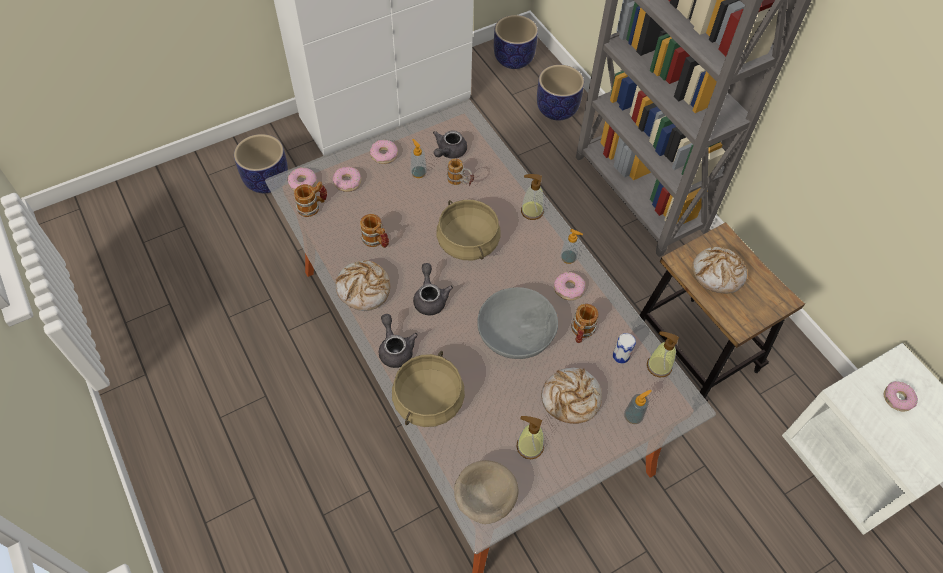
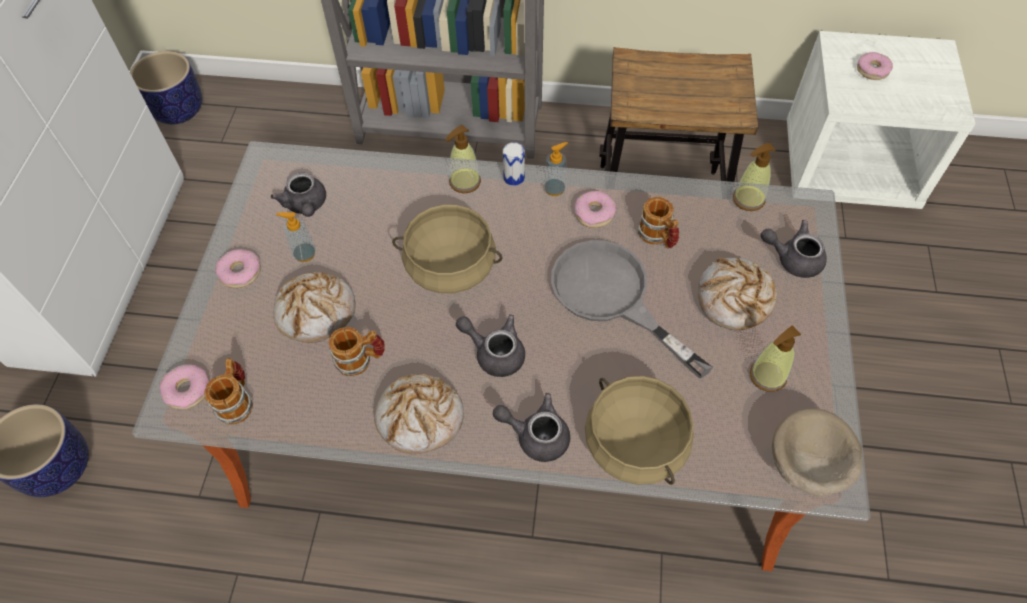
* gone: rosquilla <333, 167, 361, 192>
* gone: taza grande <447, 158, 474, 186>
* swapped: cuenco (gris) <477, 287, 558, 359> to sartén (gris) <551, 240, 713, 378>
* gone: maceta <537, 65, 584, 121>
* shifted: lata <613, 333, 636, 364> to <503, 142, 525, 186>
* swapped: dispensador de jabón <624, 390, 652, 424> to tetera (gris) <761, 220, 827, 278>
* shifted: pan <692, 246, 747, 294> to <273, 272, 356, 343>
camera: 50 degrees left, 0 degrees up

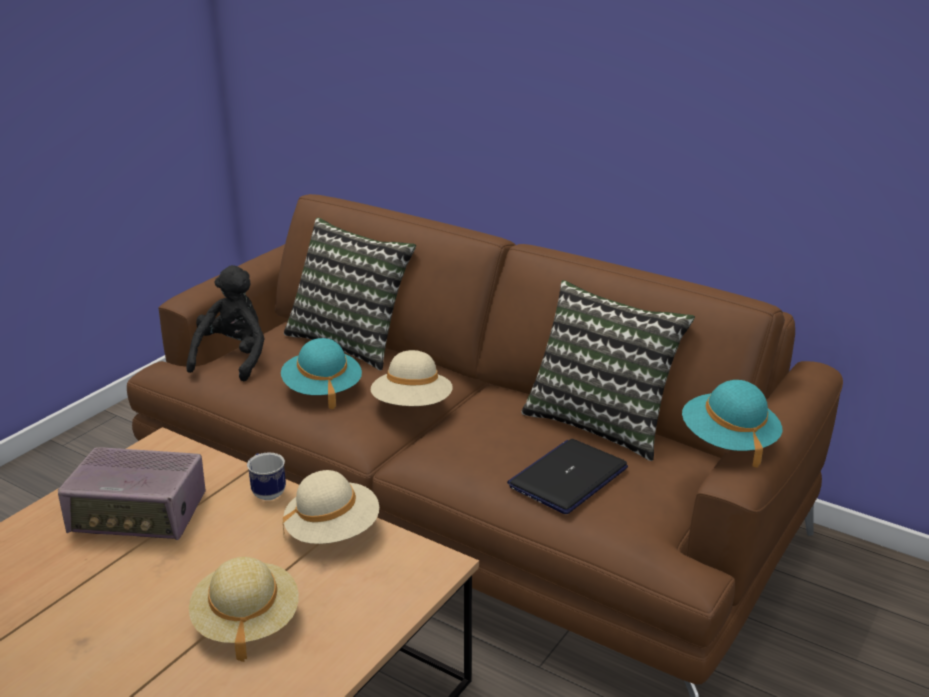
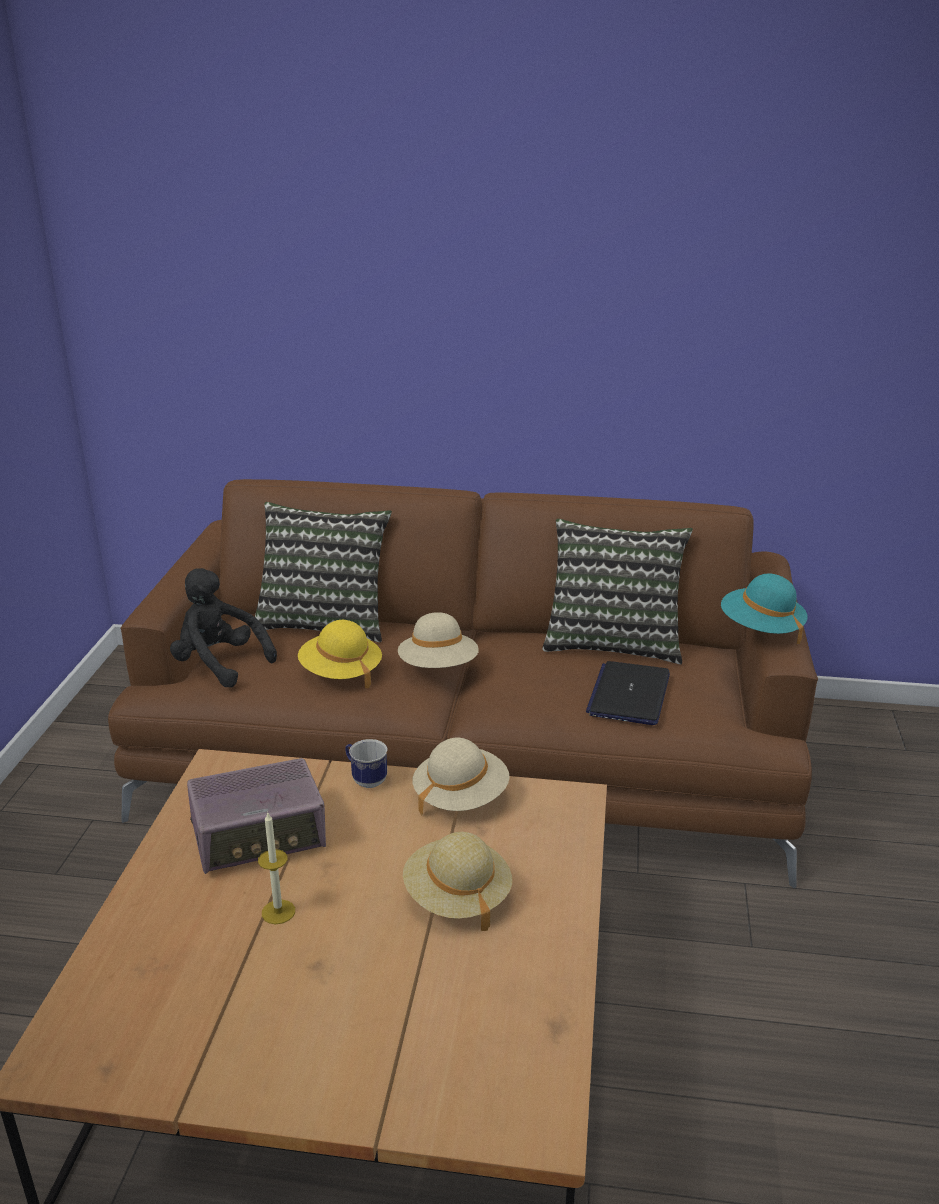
* rotated: peluche (negro) <187, 265, 265, 381> = <170, 568, 277, 688> 45 degrees counterclockwise
* repainted: sombrero (turquesa) <281, 338, 362, 409> to sombrero (amarillo) <298, 620, 382, 688>
* new: vela <258, 813, 295, 924>
camera: 25 degrees left, 0 degrees up

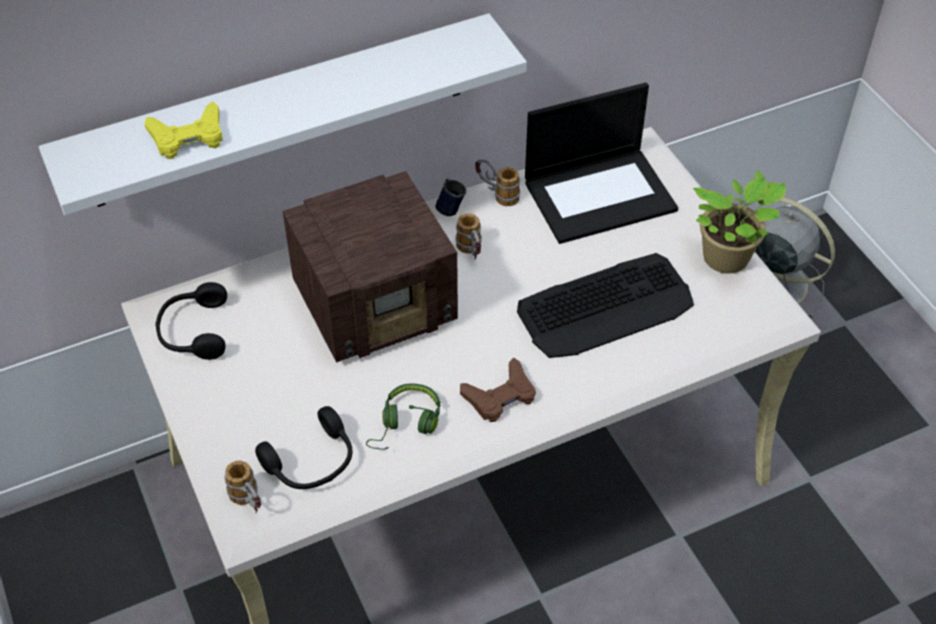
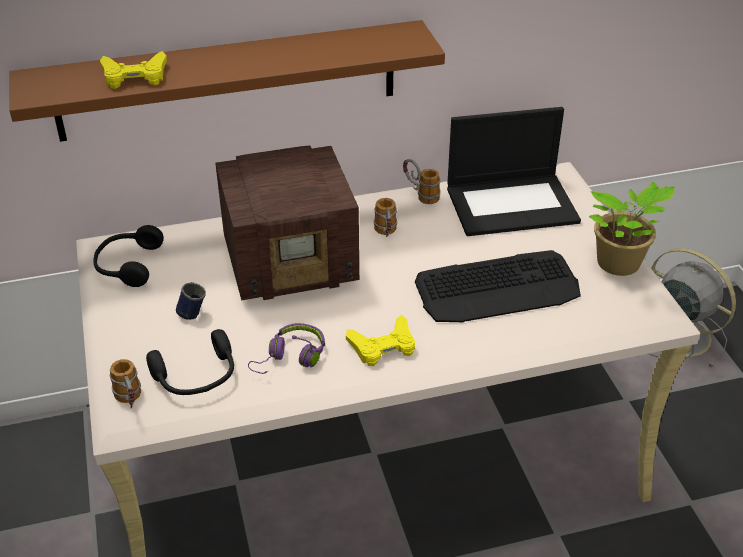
* repainted: estante (blanco) <39, 13, 527, 215> to estante (marrón) <9, 20, 445, 142>
* repainted: auriculares (verde) <366, 383, 440, 450> to auriculares (morado) <248, 323, 325, 374>
* shifted: taza grande (azul) <436, 179, 466, 216> to <176, 282, 206, 320>
* repainted: mando de consola (marrón) <460, 358, 536, 422> to mando de consola (amarillo) <346, 315, 415, 366>
camera: 10 degrees right, 10 degrees down

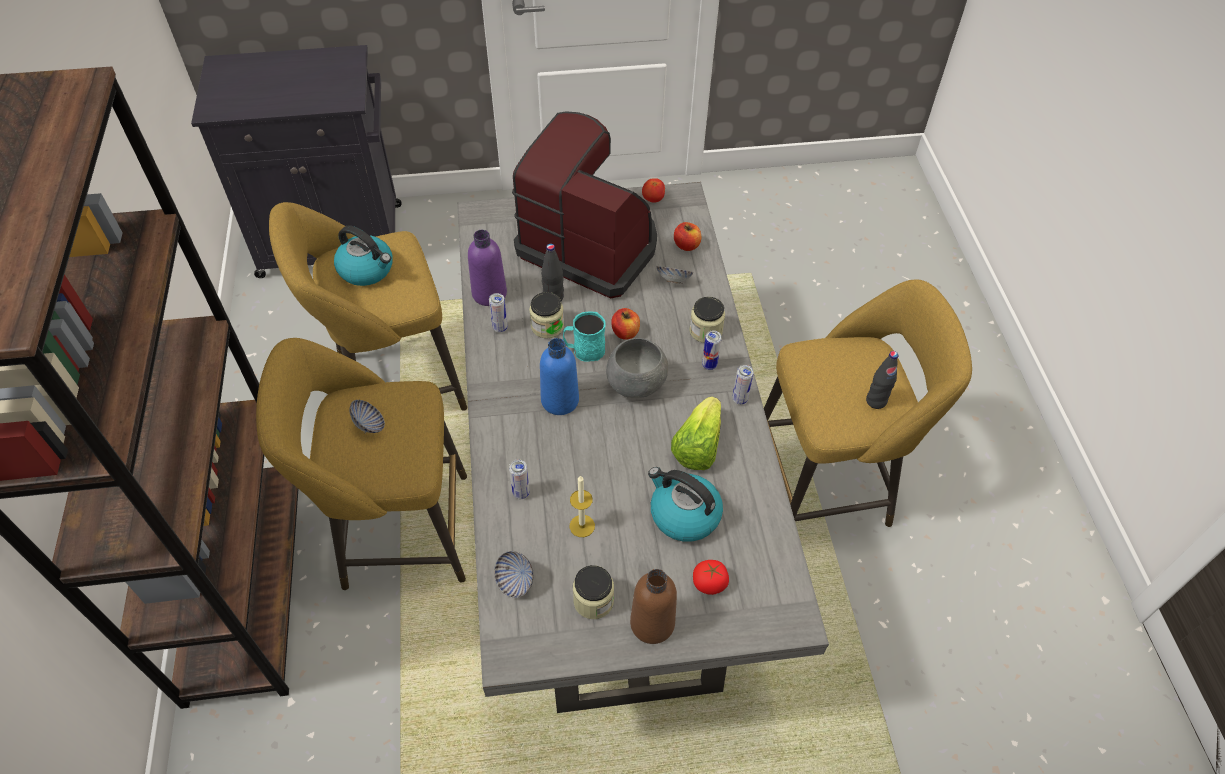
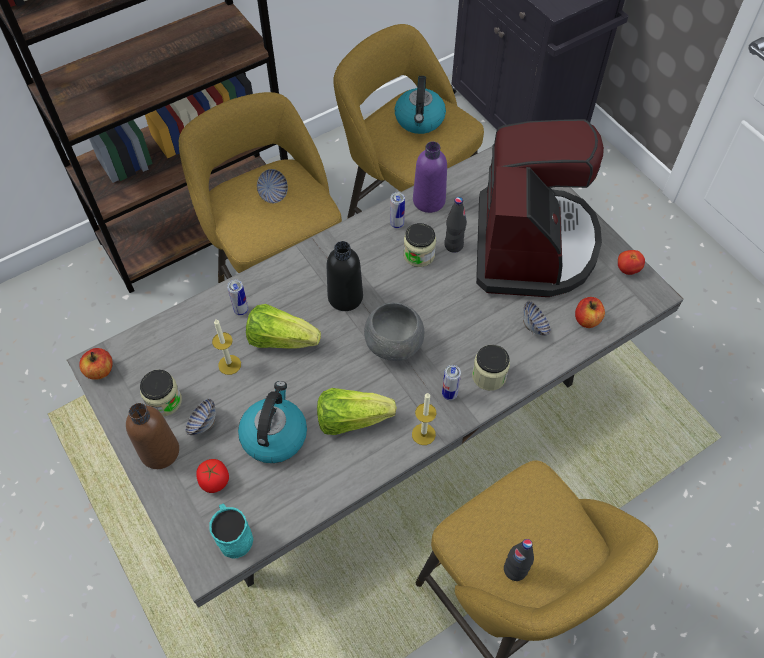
* shifted: cuenco <494, 551, 534, 598> to <185, 398, 216, 435>
* repainted: botella (azul) <540, 338, 579, 415> to botella (negro) <327, 241, 363, 311>
* shifted: taza grande (turquesa) <563, 311, 606, 362> to <209, 504, 253, 559>
* shifted: manzana <611, 308, 640, 340> to <79, 348, 113, 379>
* swapped: lata <732, 365, 754, 405> to vela <412, 393, 436, 445>
* new: lechuga <246, 304, 321, 349>
camera: 65 degrees right, 5 degrees up

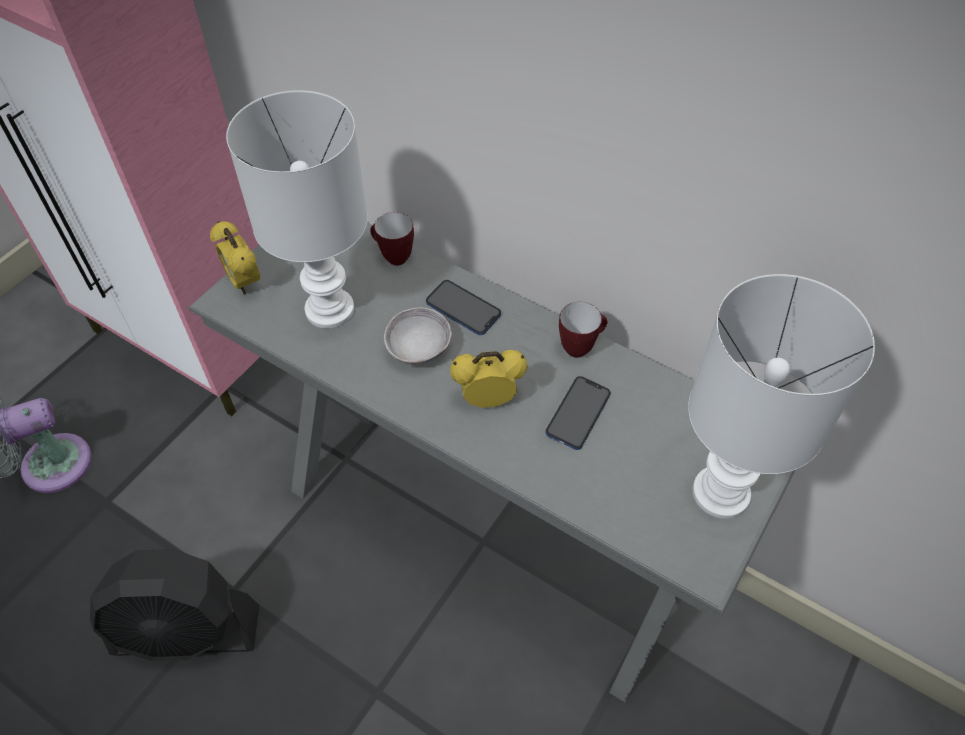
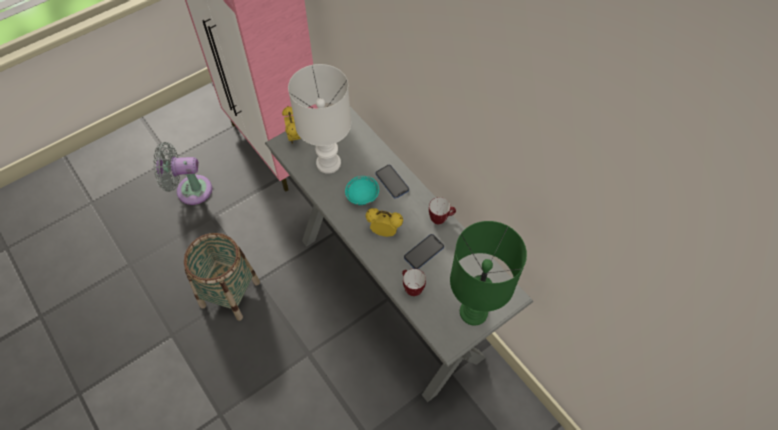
* swapped: ventilador (negro) <89, 549, 259, 661> to cesta <184, 233, 260, 321>
* shifted: taza grande <370, 212, 414, 266> to <402, 269, 426, 296>
* repainted: cuenco (gris) <384, 308, 452, 365> to cuenco (turquesa) <345, 176, 379, 205>
* repainted: lámpara de mesa (blanco) <688, 274, 875, 519> to lámpara de mesa (verde) <450, 221, 527, 326>
camera: 20 degrees right, 5 degrees up

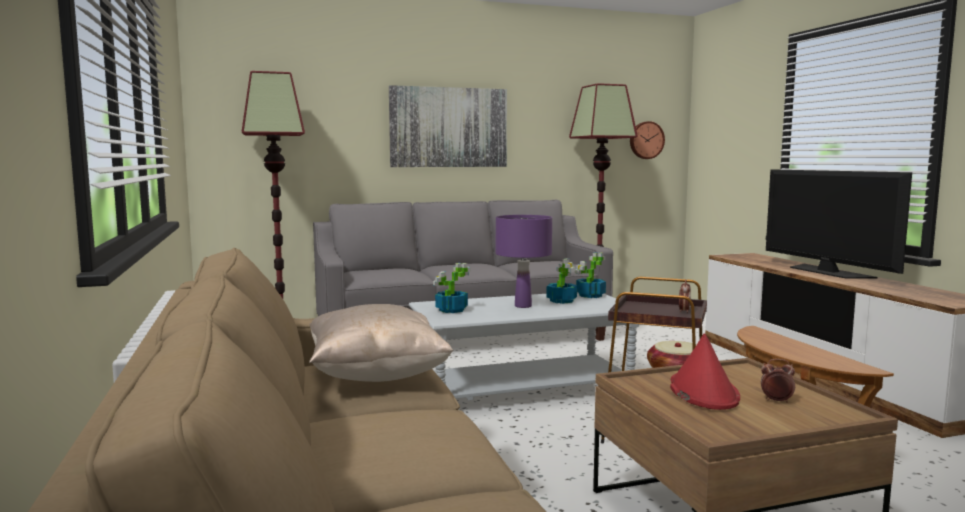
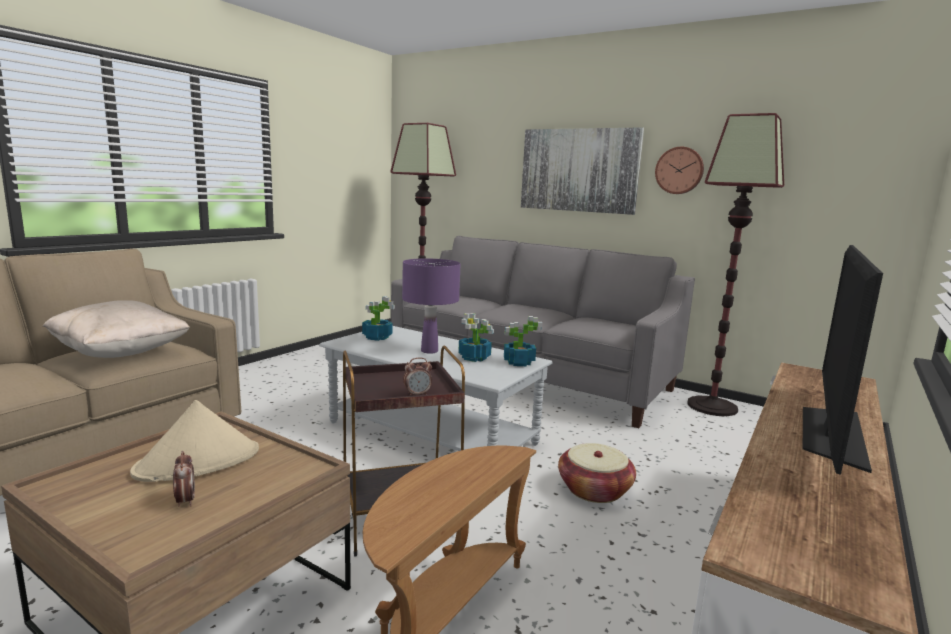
* shifted: reloj de pared <630, 121, 665, 159> to <655, 147, 704, 194>
* repainted: sombrero (rojo) <670, 333, 740, 410> to sombrero (beis) <130, 400, 259, 482>
camera: 50 degrees right, 5 degrees up

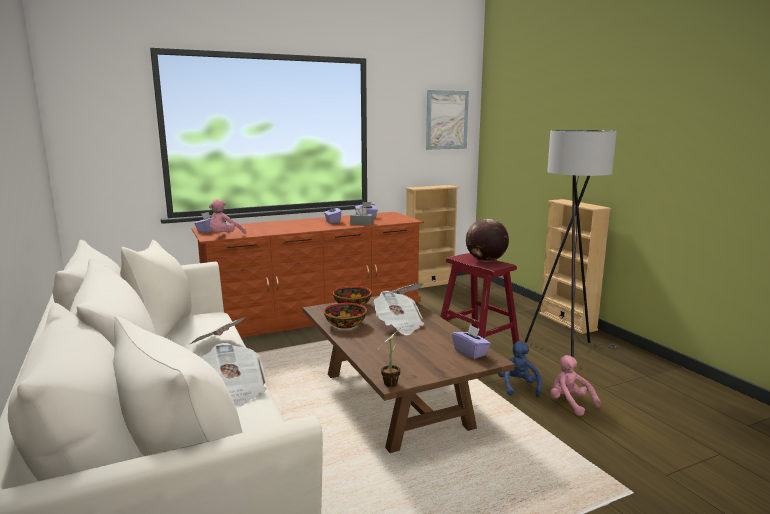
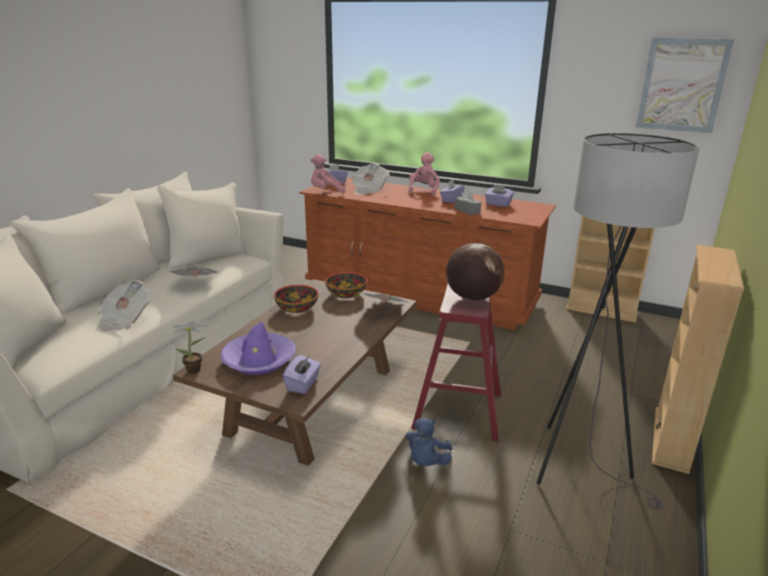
* shifted: periódico <373, 291, 424, 335> to <352, 163, 390, 195>
* rotated: peluche (azul) <498, 341, 542, 397> = <406, 418, 452, 466> 150 degrees clockwise
* shifted: peluche (rosa) <550, 355, 601, 416> to <409, 152, 440, 196>
* new: sombrero (morado) <220, 322, 296, 375>
camera: 50 degrees right, 10 degrees up

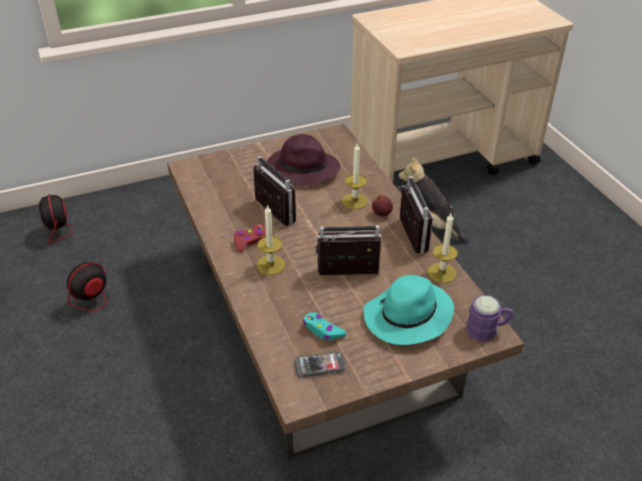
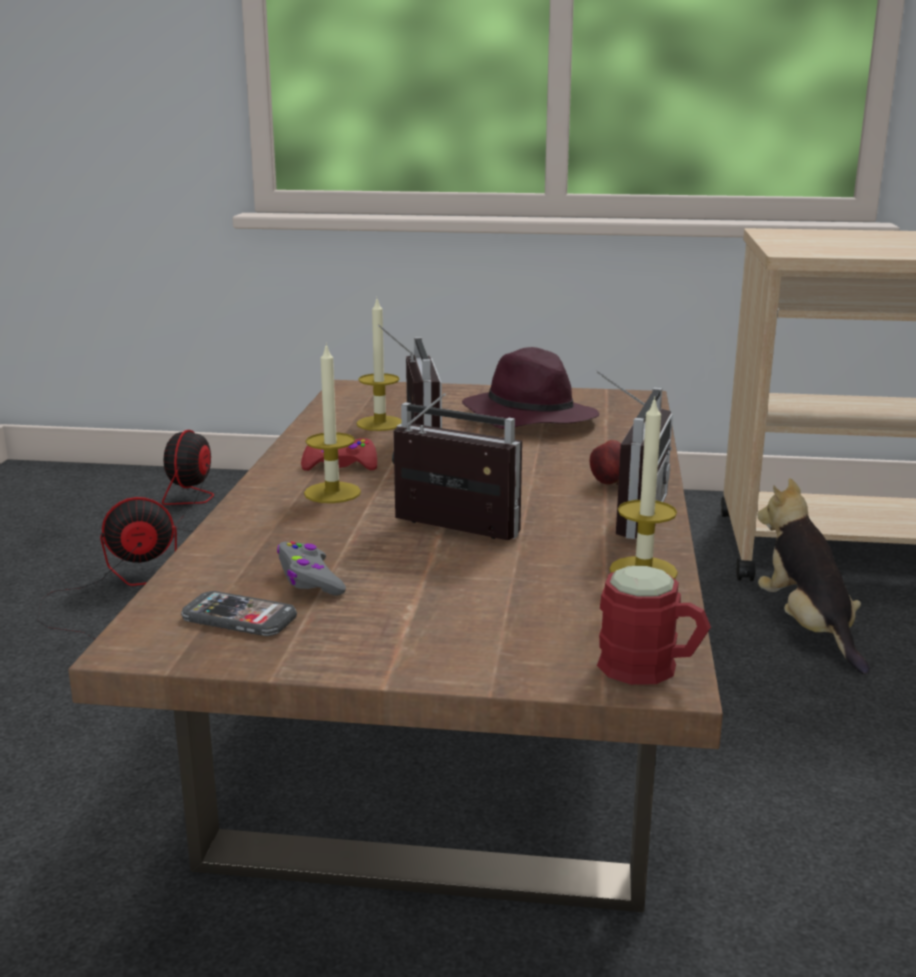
* repainted: mando de consola (turquesa) <303, 312, 346, 341> to mando de consola (gris) <277, 541, 346, 596>
* shifted: vela <342, 144, 368, 209> to <356, 299, 401, 431>
* gone: sombrero (turquesa) <363, 275, 454, 345>
* repainted: taza grande (morado) <466, 295, 514, 342> to taza grande (rojo) <597, 566, 711, 685>
camera: 30 degrees right, 20 degrees down

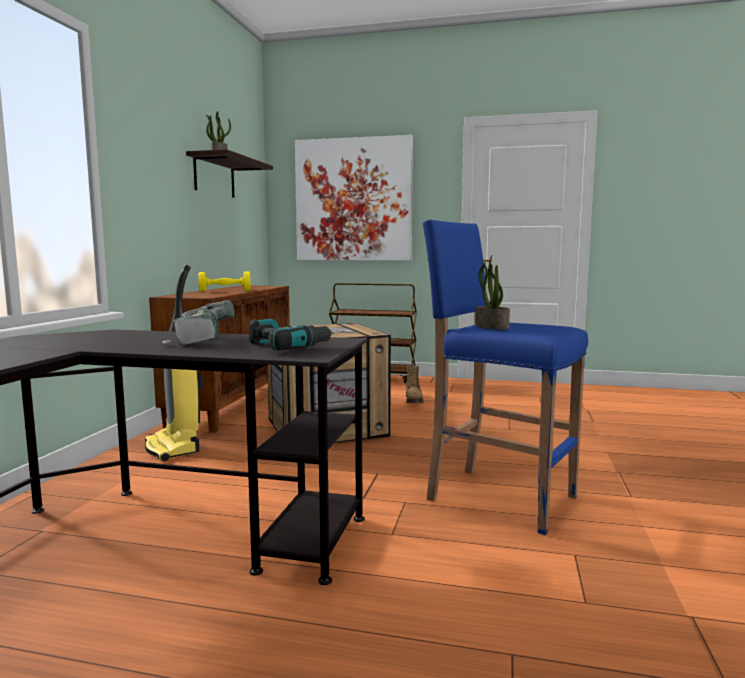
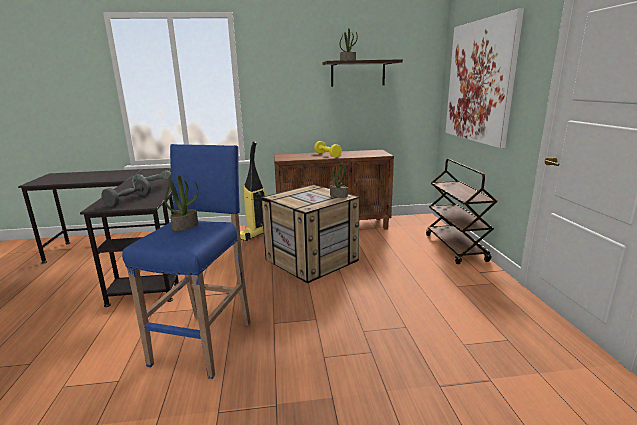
* swapped: taladro <249, 319, 335, 351> to mancuerna (gris) <101, 178, 151, 207>
* gone: bota <406, 365, 424, 403>
* new: planta en maceta <330, 162, 348, 198>
camera: 70 degrees right, 10 degrees up

